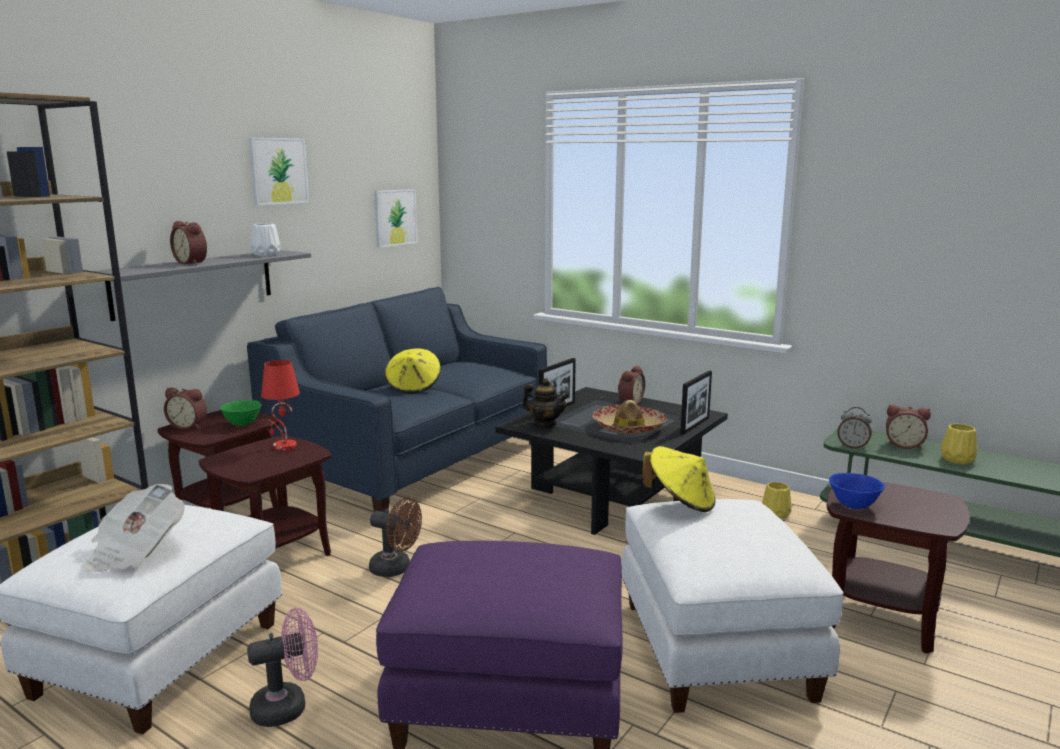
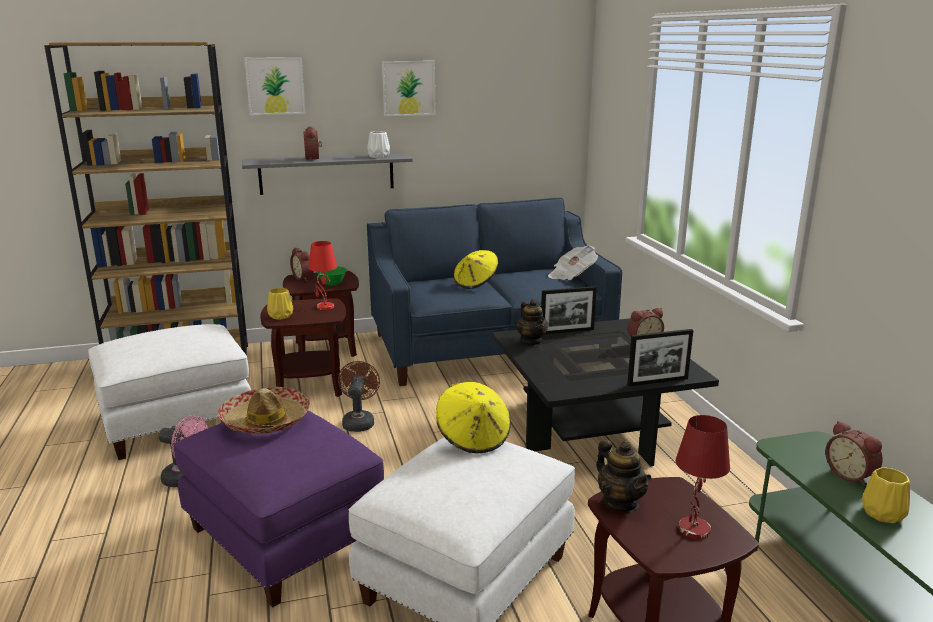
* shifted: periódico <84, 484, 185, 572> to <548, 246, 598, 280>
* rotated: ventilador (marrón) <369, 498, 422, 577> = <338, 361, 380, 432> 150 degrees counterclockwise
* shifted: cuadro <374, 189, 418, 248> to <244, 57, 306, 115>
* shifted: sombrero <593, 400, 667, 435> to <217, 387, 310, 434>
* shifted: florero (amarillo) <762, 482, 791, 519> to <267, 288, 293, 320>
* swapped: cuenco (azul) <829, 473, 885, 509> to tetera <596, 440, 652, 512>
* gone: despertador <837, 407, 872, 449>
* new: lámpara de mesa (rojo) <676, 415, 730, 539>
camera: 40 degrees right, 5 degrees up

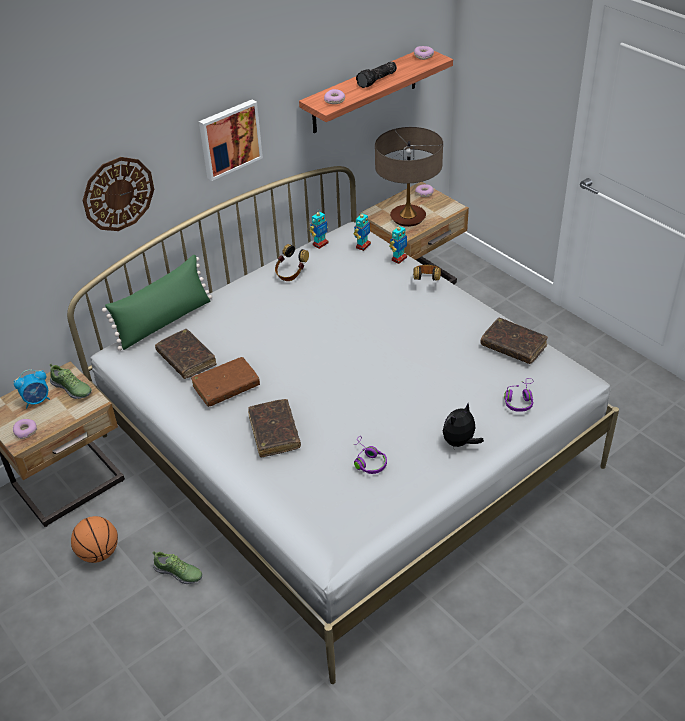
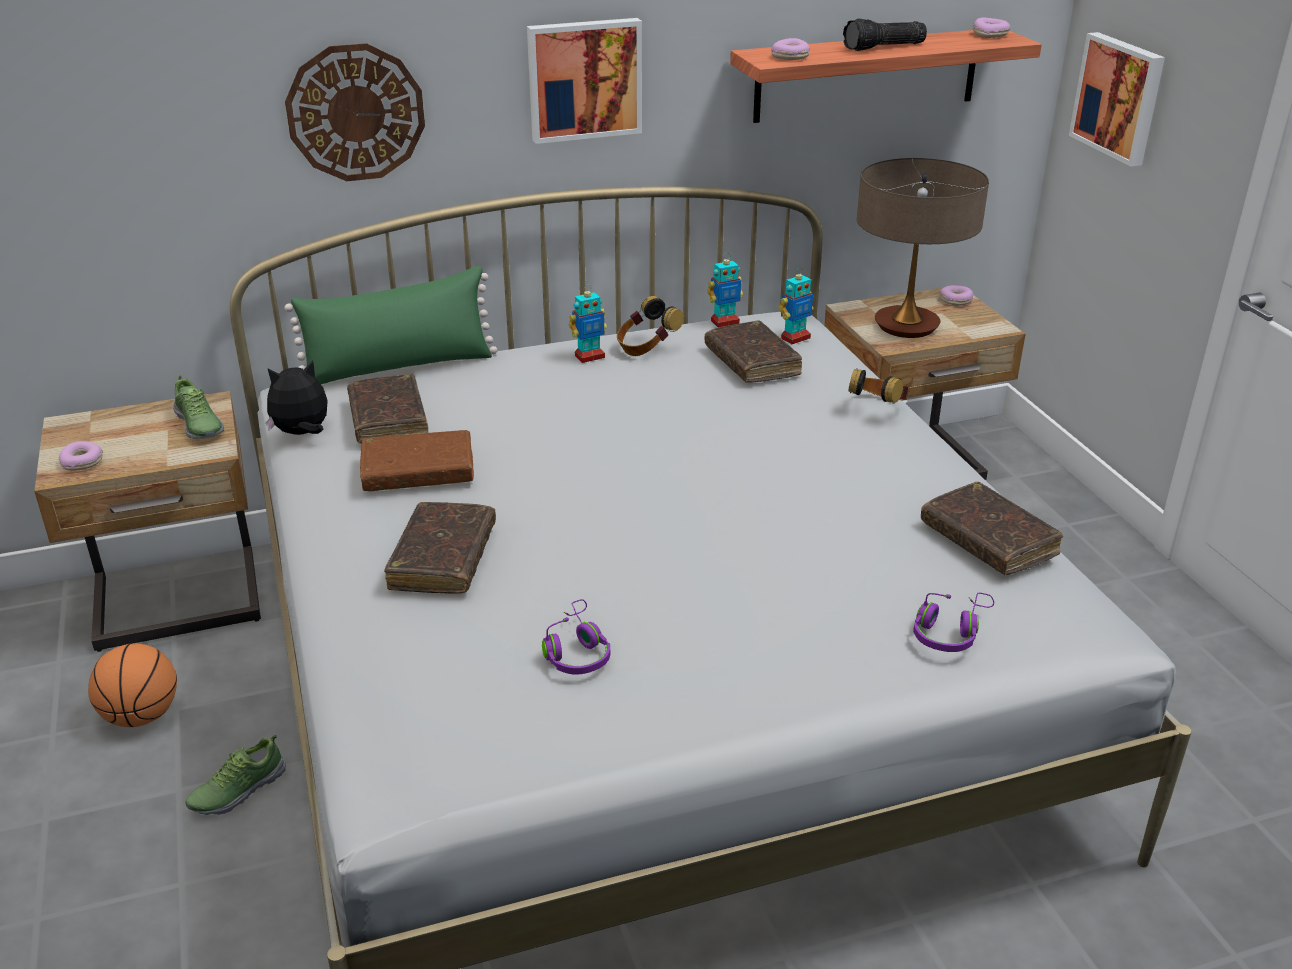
* gone: despertador <14, 370, 50, 408>
* rotated: zapato <152, 551, 202, 584> = <185, 735, 286, 815> 90 degrees clockwise
* shifted: robot de juguete <389, 226, 407, 264> to <569, 284, 607, 363>
* shifted: peluche <443, 403, 484, 448> to <266, 360, 328, 435>
* new: libro (marrón) <704, 320, 802, 383>
* new: cuadro <1069, 32, 1165, 167>
camera: 20 degrees right, 10 degrees down

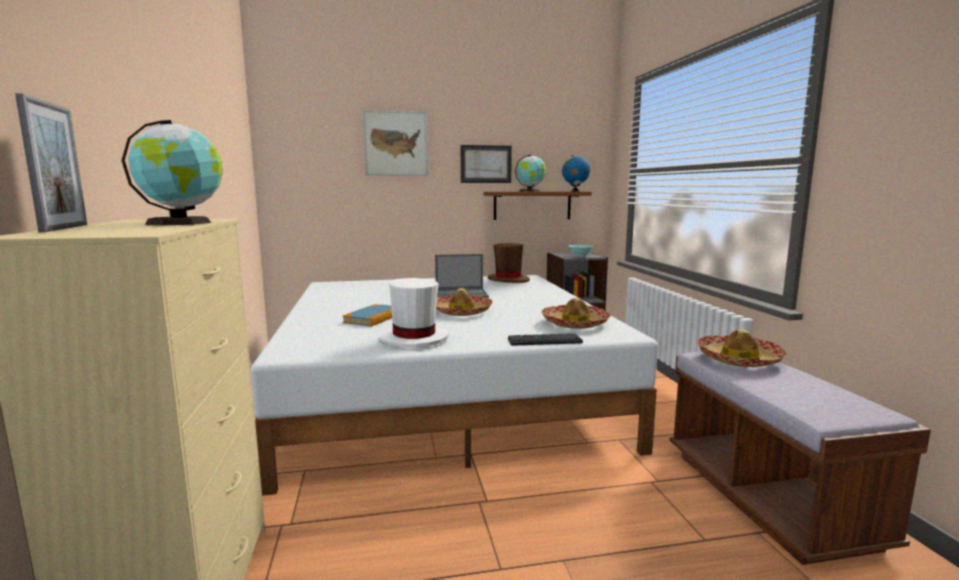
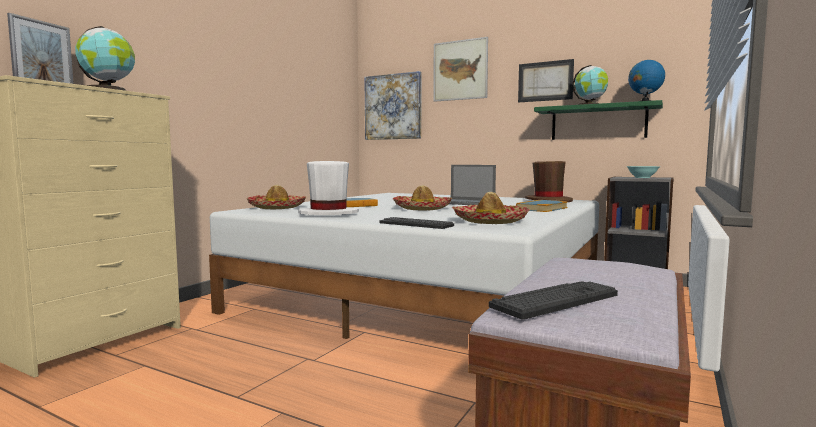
* repainted: estante (marrón) <484, 192, 592, 220> to estante (verde) <534, 100, 663, 140>
* shifted: sombrero <697, 329, 787, 367> to <246, 185, 307, 209>
* new: cuadro <364, 71, 422, 140>
* new: teclado <489, 282, 618, 320>
* new: libro <516, 200, 568, 212>
camera: 40 degrees right, 5 degrees down

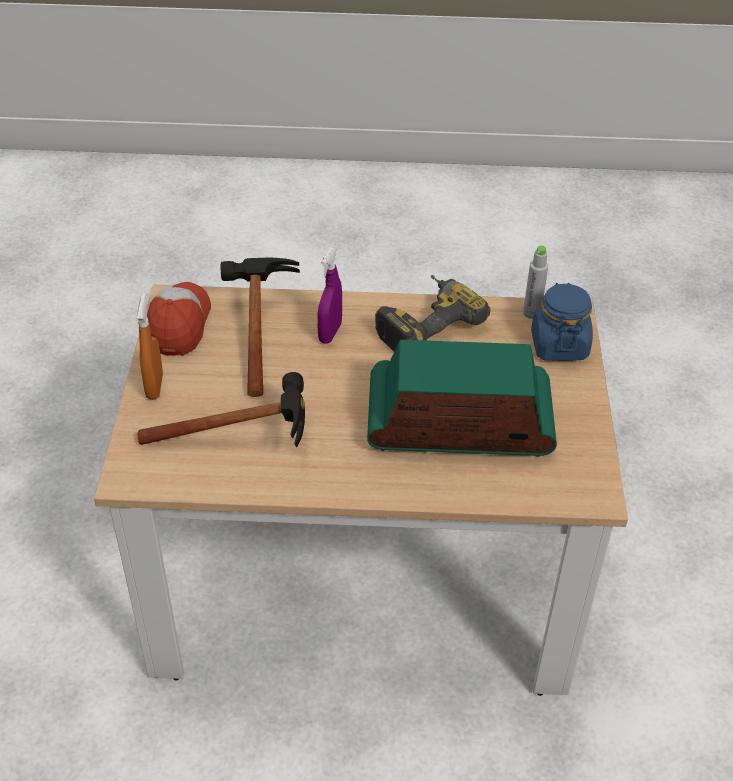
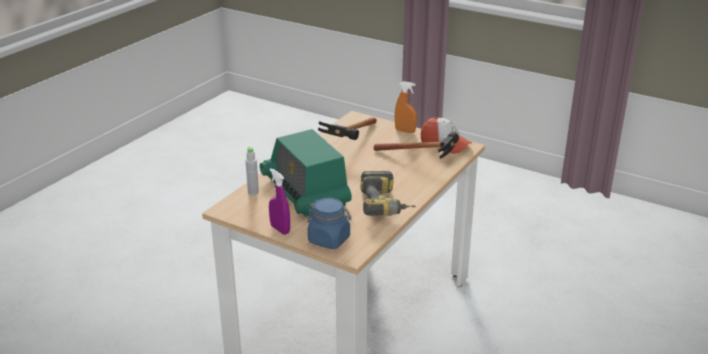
* shifted: pulverizador (morado) <317, 247, 342, 344> to <269, 168, 290, 235>
* rotated: radio <367, 340, 557, 457> = <260, 129, 352, 217> 120 degrees clockwise
* shifted: botella (gris) <523, 245, 548, 319> to <246, 146, 259, 195>
camera: 120 degrees right, 15 degrees down

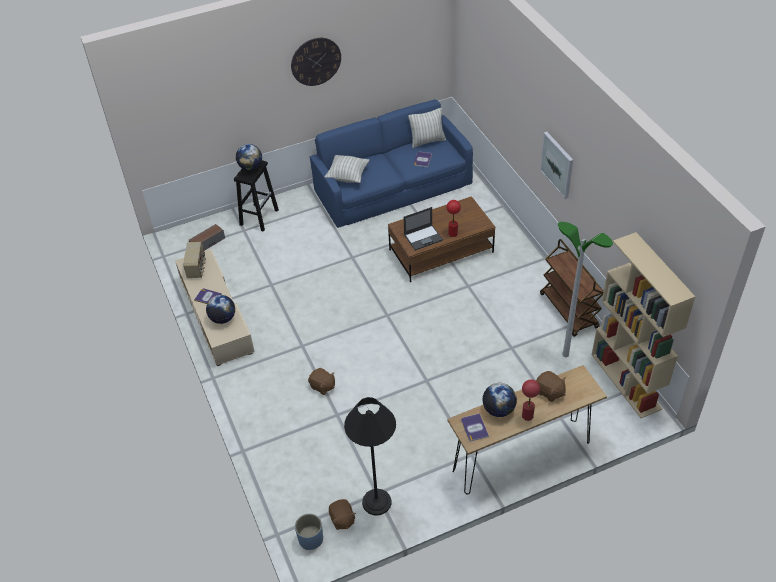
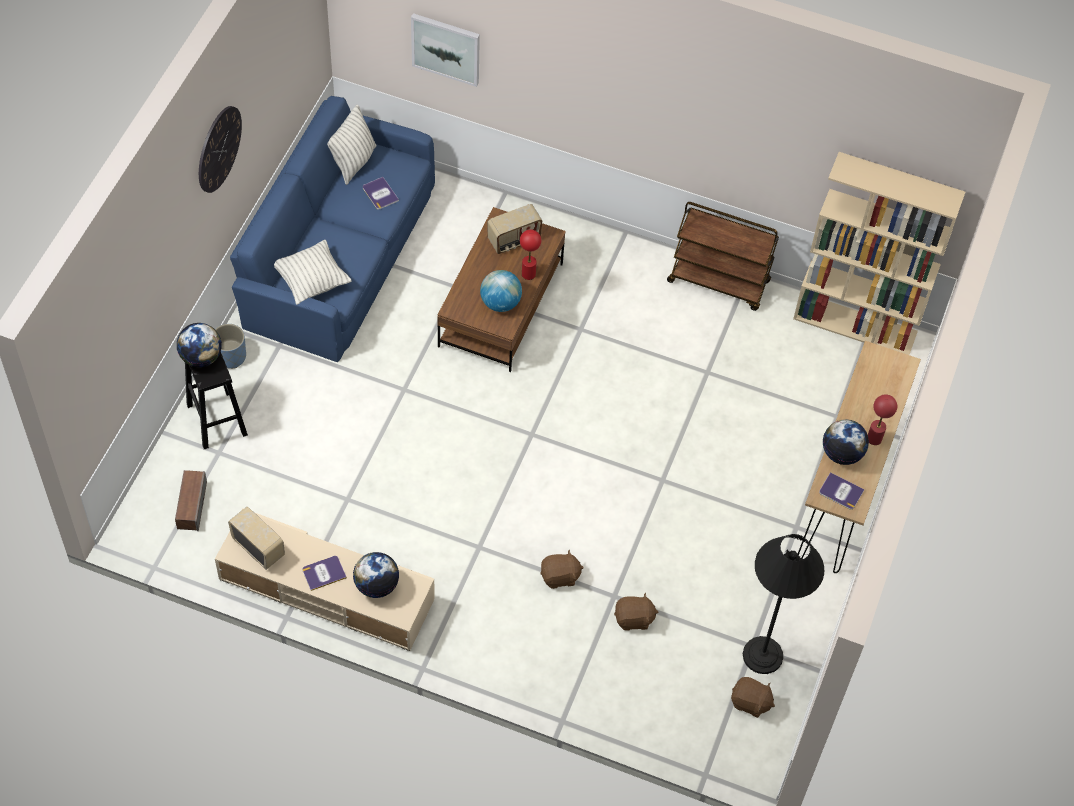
* shifted: maceta (azul) <295, 514, 323, 550> to <215, 324, 246, 369>
* swapped: portátil <404, 207, 443, 251> to globo terráqueo <480, 270, 522, 312>
* shifted: peluche (marrón) <536, 371, 566, 402> to <614, 593, 658, 631>
* shifted: cuadro <540, 132, 573, 199> to <411, 13, 480, 87>
* gone: lámpara de pie <558, 222, 613, 357>
* new: radio <487, 204, 542, 254>
camera: 50 degrees left, 10 degrees up

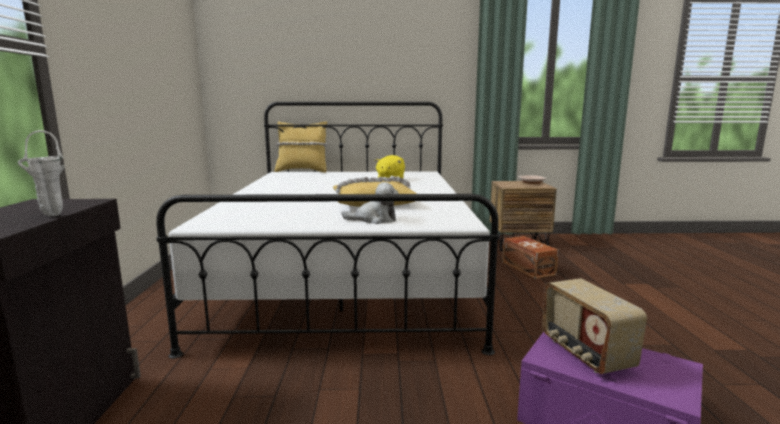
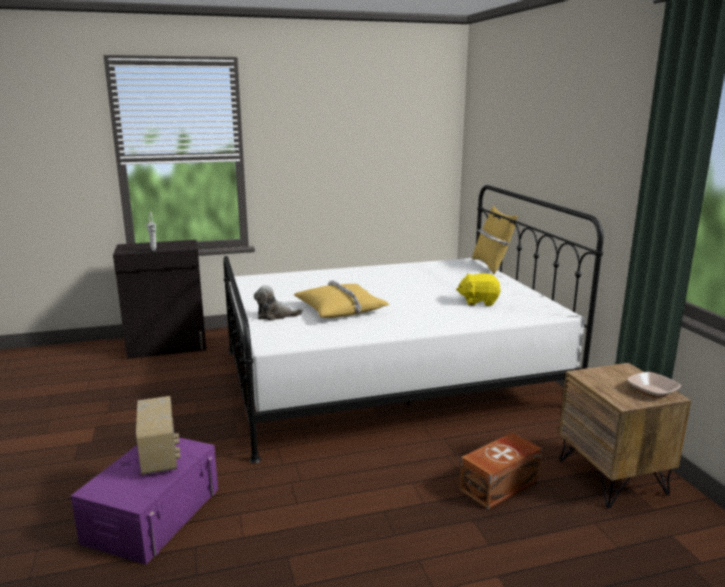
* rotated: peluche <342, 182, 399, 224> = <254, 285, 303, 321> 105 degrees clockwise
* rotated: radio <542, 278, 647, 374> = <136, 396, 181, 475> 105 degrees clockwise
camera: 75 degrees right, 5 degrees up

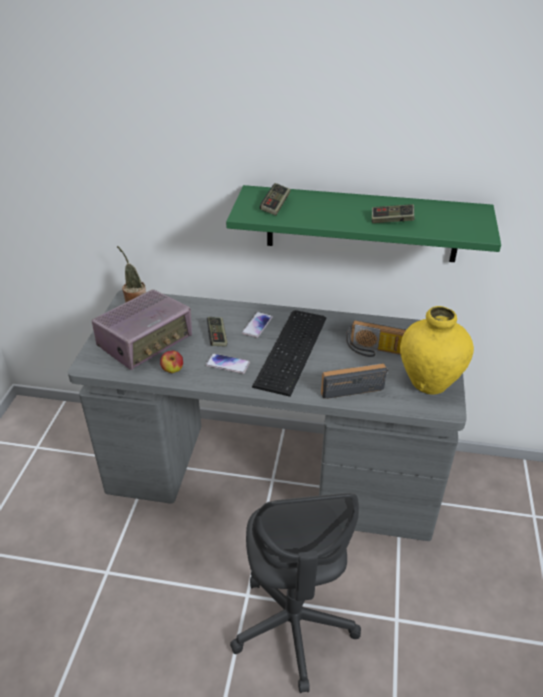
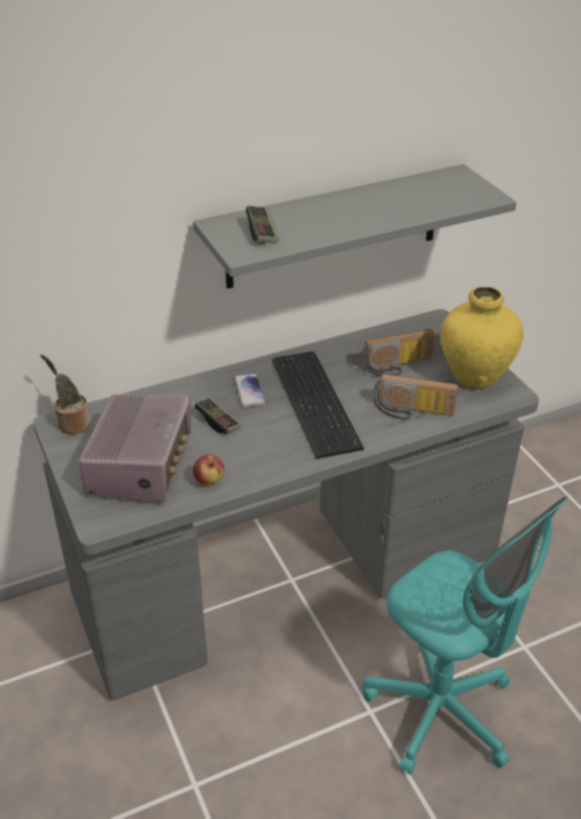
* gone: móvil <206, 353, 250, 374>
* repainted: estante (verde) <226, 185, 501, 262> to estante (gris) <193, 164, 517, 289>
* repainted: silla de oficina (gris) <230, 493, 361, 693> to silla de oficina (turquesa) <362, 497, 568, 775>
* rotated: radio <321, 363, 389, 399> = <373, 374, 458, 420> 120 degrees counterclockwise
* gone: mando de consola <372, 204, 414, 223>
camera: 35 degrees left, 0 degrees up

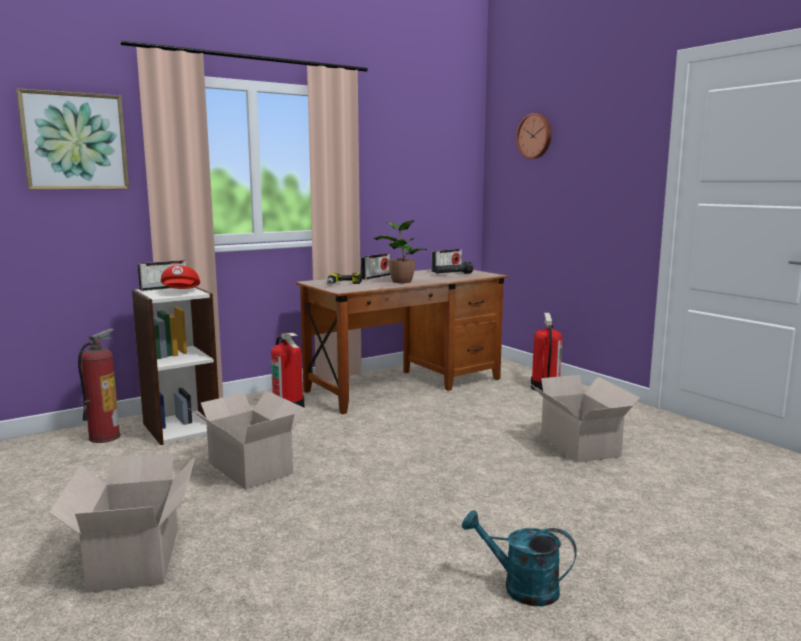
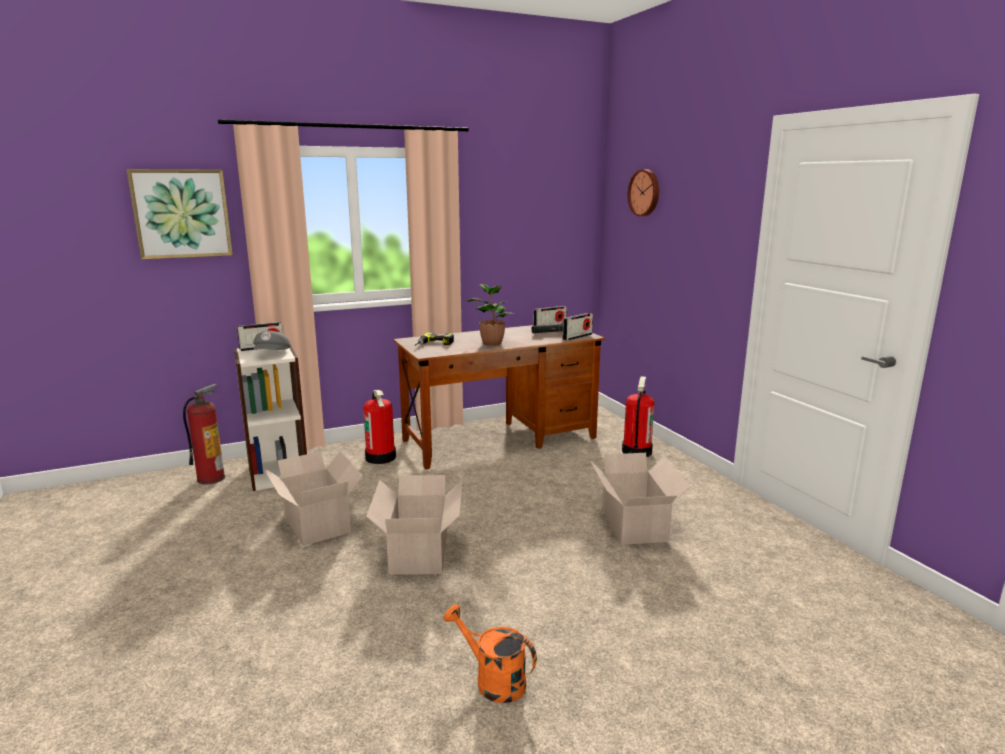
* shifted: caja de cartón <49, 453, 195, 593> to <366, 475, 463, 575>
* repainted: gorra (rojo) <161, 265, 200, 289> to gorra (gris) <253, 331, 291, 350>
* shifted: radio <360, 253, 390, 280> to <562, 313, 593, 341>
* repainted: regadera (turquesa) <462, 510, 577, 606> to regadera (naranja) <444, 604, 537, 703>
camera: 10 degrees right, 5 degrees up

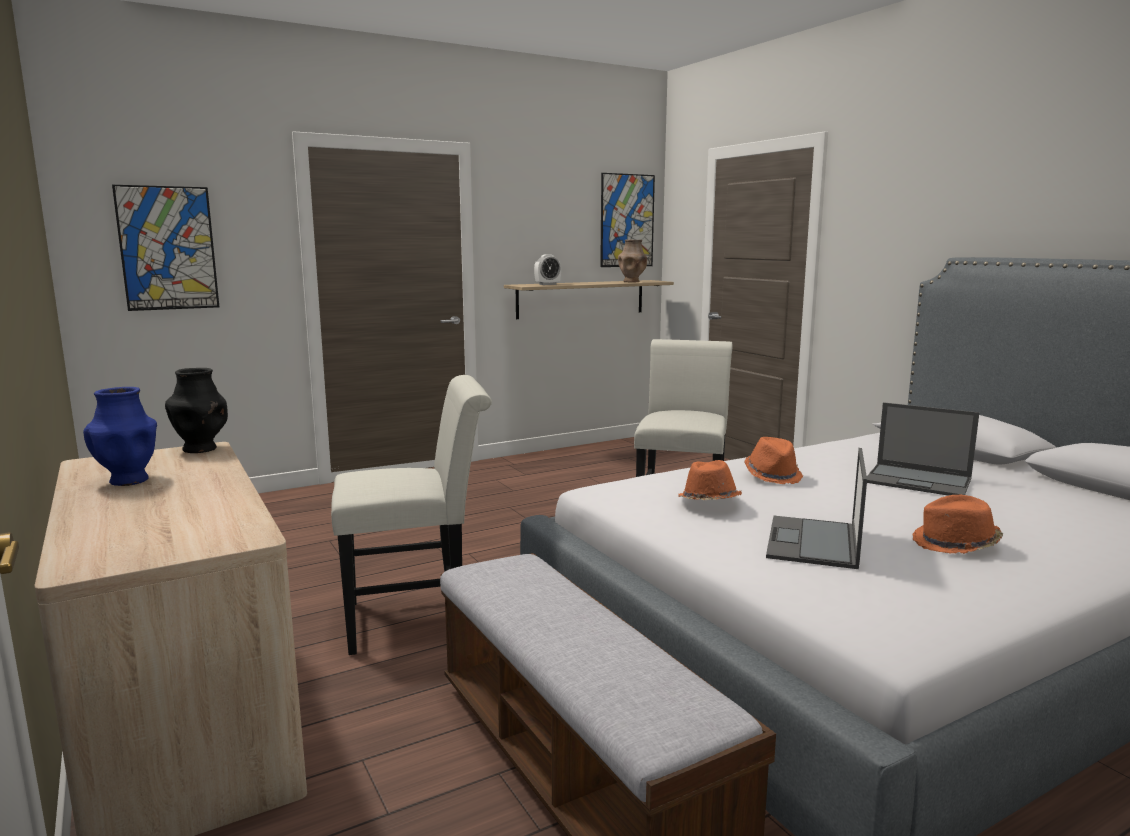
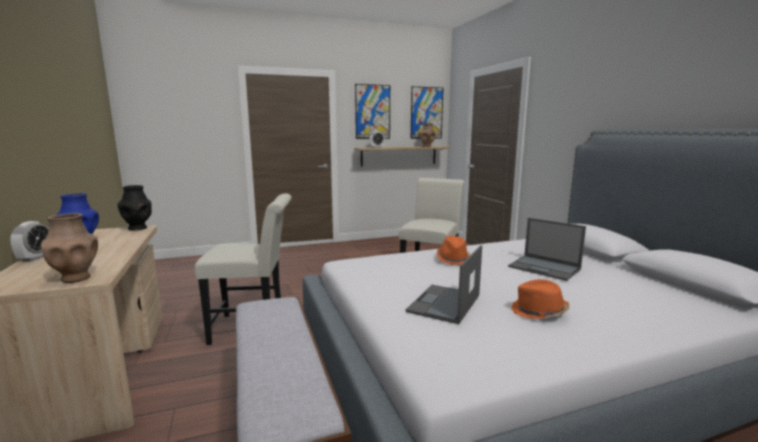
* shifted: cuadro <112, 185, 219, 311> to <355, 84, 390, 139>
* gone: sombrero (naranja) <678, 460, 742, 500>
* new: despertador <10, 221, 49, 261>
* new: florero (marrón) <41, 213, 98, 283>
camera: 10 degrees right, 0 degrees up

